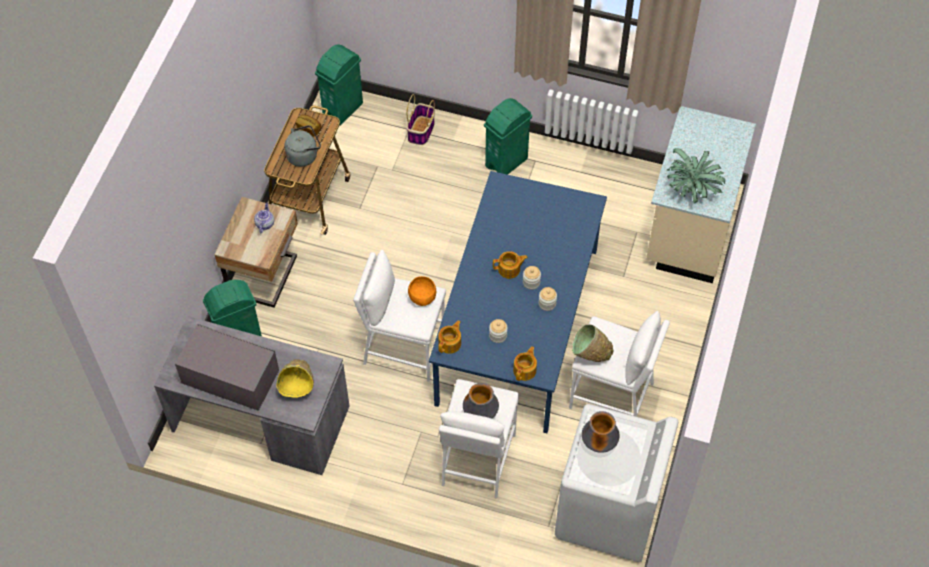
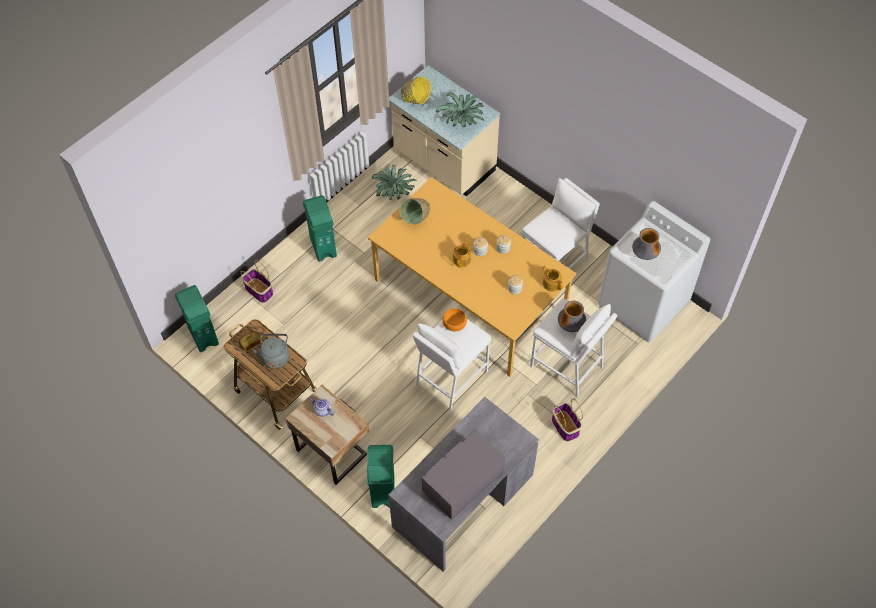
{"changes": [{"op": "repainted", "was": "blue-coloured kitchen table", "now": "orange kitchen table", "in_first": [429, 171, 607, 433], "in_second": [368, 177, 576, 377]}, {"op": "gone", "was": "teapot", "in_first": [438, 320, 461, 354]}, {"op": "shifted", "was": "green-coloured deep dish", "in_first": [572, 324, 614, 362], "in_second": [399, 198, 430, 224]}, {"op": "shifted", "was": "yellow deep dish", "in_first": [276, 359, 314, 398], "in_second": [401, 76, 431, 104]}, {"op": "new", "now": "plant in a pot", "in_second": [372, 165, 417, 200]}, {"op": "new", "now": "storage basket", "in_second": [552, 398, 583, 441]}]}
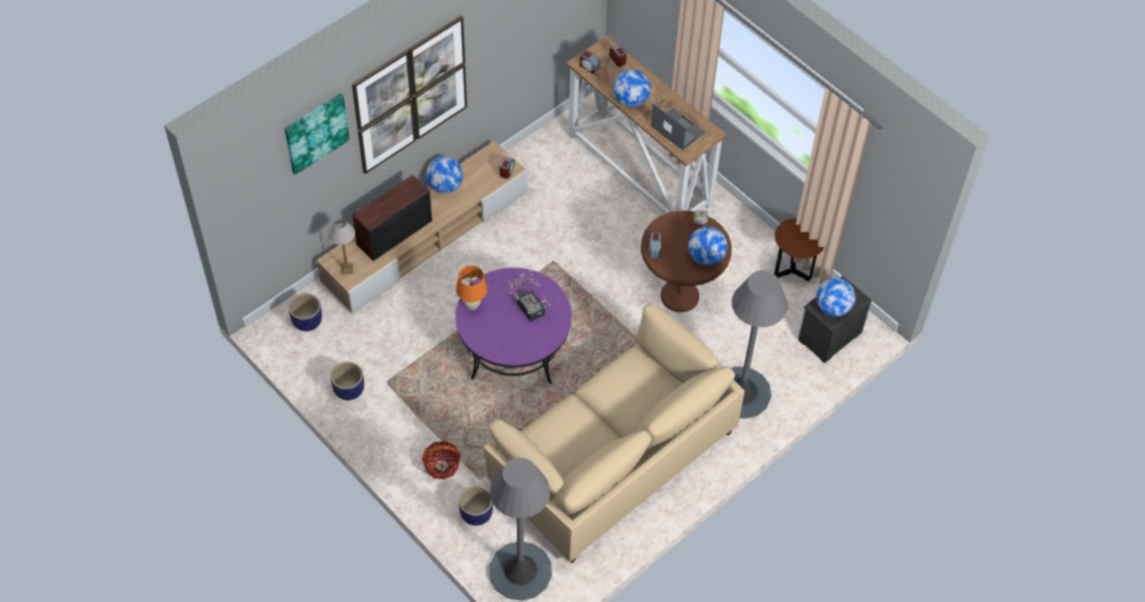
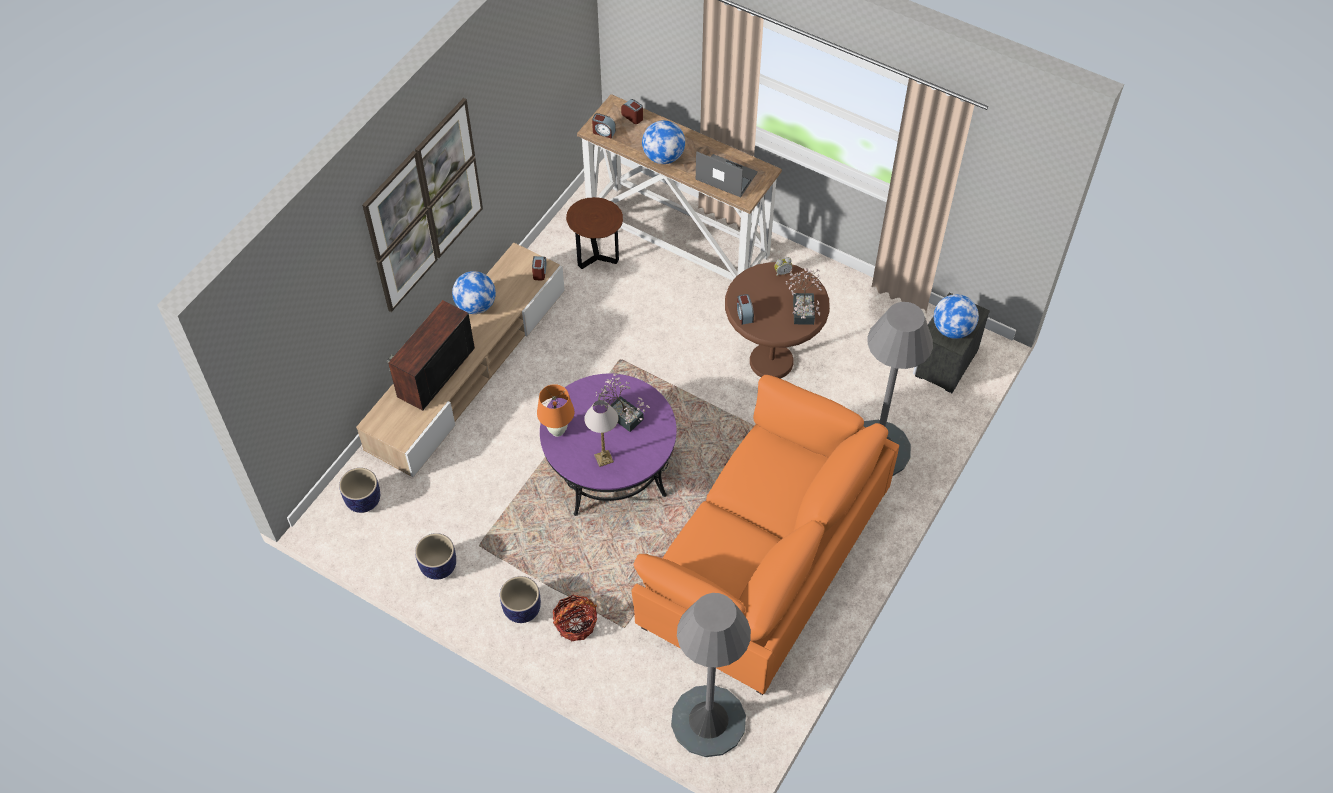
{"changes": [{"op": "gone", "was": "wall picture", "in_first": [285, 93, 350, 175]}, {"op": "shifted", "was": "table lamp", "in_first": [328, 218, 355, 274], "in_second": [584, 400, 618, 467]}, {"op": "shifted", "was": "brown-coloured end table", "in_first": [774, 218, 824, 281], "in_second": [566, 197, 623, 269]}, {"op": "swapped", "was": "desk globe", "now": "plant in a pot", "in_first": [688, 226, 727, 266], "in_second": [786, 268, 822, 325]}, {"op": "repainted", "was": "beige settee", "now": "orange settee", "in_first": [483, 303, 745, 564], "in_second": [631, 375, 899, 695]}, {"op": "shifted", "was": "planter", "in_first": [459, 485, 493, 526], "in_second": [500, 576, 541, 623]}]}
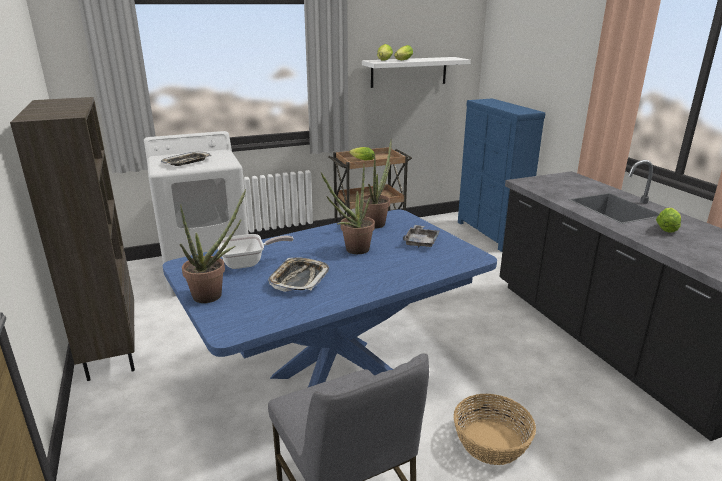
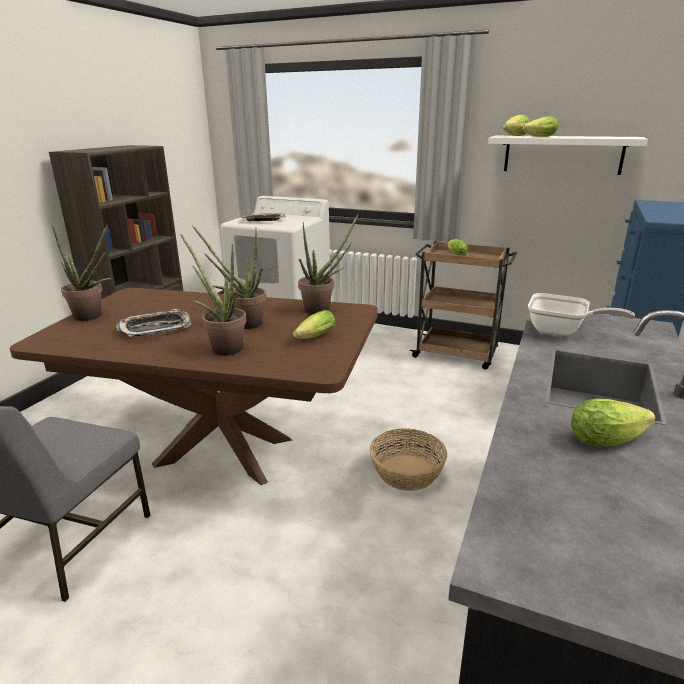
{"changes": [{"op": "repainted", "was": "blue-coloured kitchen table", "now": "brown-coloured kitchen table", "in_first": [162, 210, 497, 387], "in_second": [9, 288, 378, 485]}, {"op": "swapped", "was": "gray carrying tray", "now": "lettuce head", "in_first": [403, 225, 440, 247], "in_second": [293, 310, 335, 339]}, {"op": "shifted", "was": "frying pan", "in_first": [218, 234, 294, 269], "in_second": [528, 293, 635, 336]}, {"op": "shifted", "was": "storage basket", "in_first": [454, 394, 536, 465], "in_second": [370, 429, 447, 491]}, {"op": "new", "now": "plant in a pot", "in_second": [180, 234, 247, 356]}]}
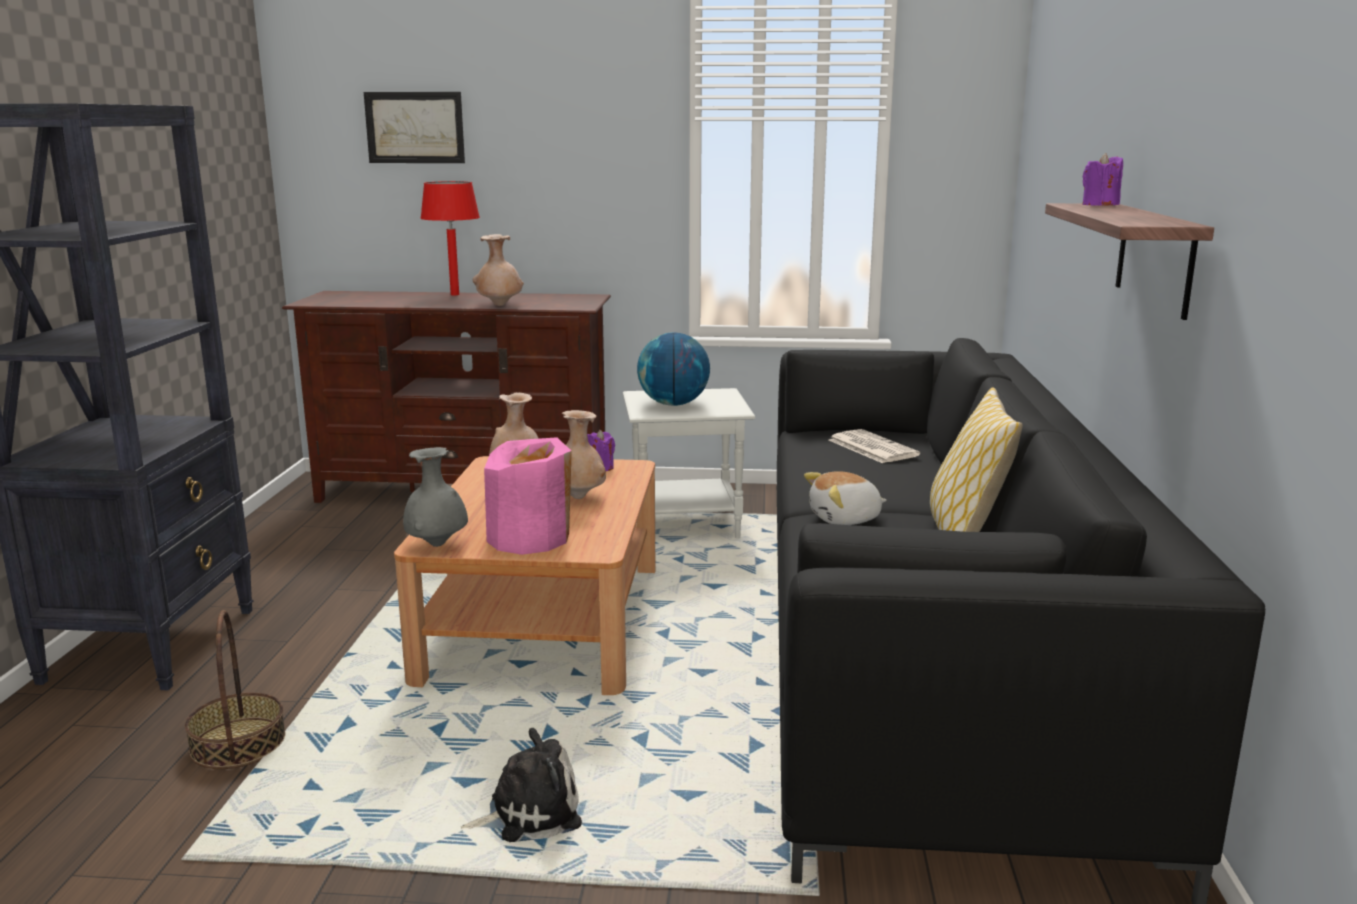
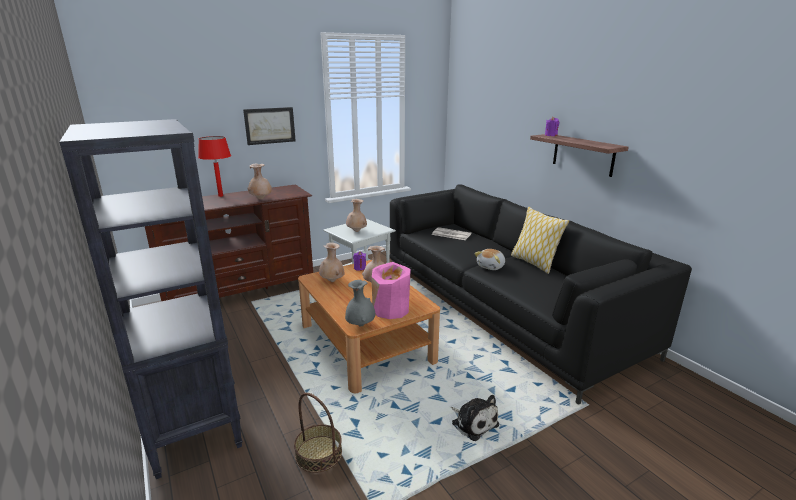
{"changes": [{"op": "shifted", "was": "wall picture", "in_first": [364, 92, 465, 163], "in_second": [243, 107, 296, 145]}, {"op": "swapped", "was": "desk globe", "now": "beige flower vase", "in_first": [637, 333, 710, 406], "in_second": [346, 199, 367, 232]}, {"op": "rotated", "was": "soft toy", "in_first": [461, 728, 582, 842], "in_second": [451, 395, 499, 441], "clockwise": 105}]}
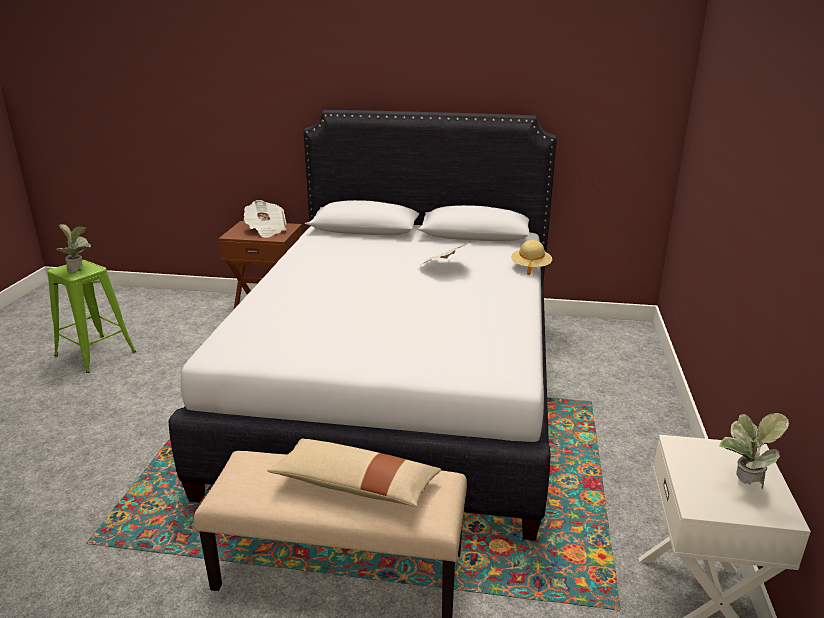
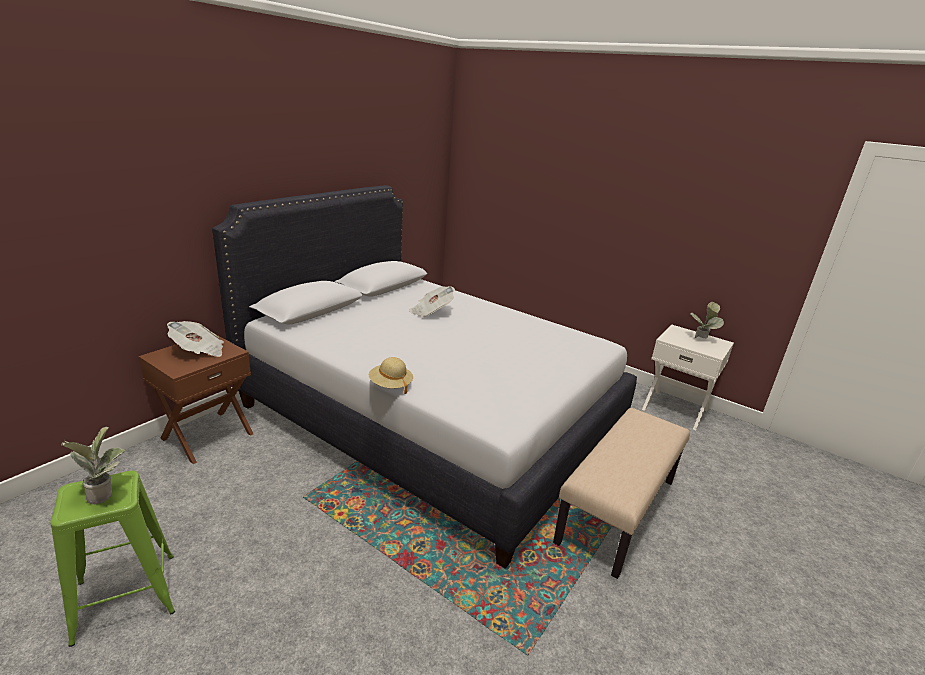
{"changes": [{"op": "shifted", "was": "beige hat", "in_first": [511, 240, 552, 275], "in_second": [369, 357, 413, 394]}, {"op": "gone", "was": "beige cushion", "in_first": [267, 439, 441, 507]}]}
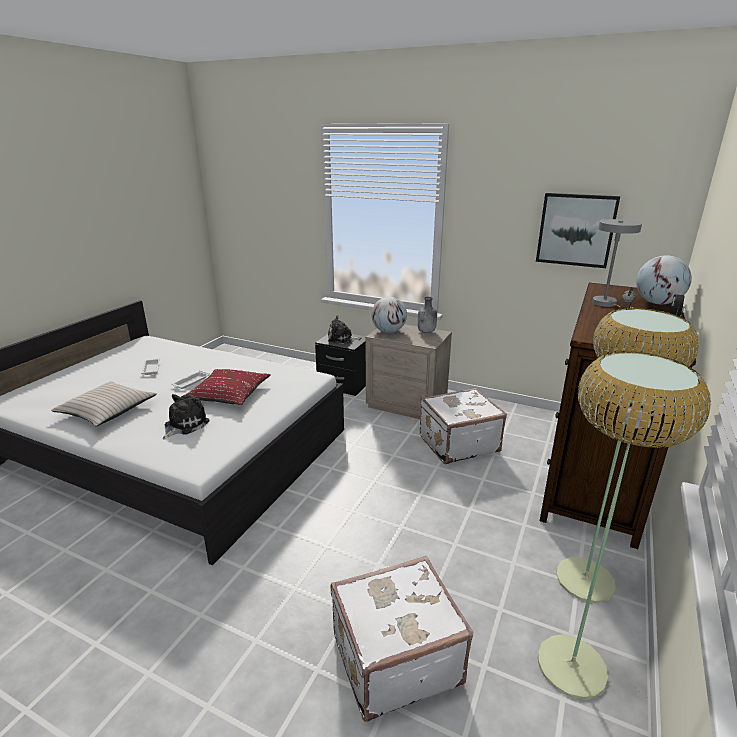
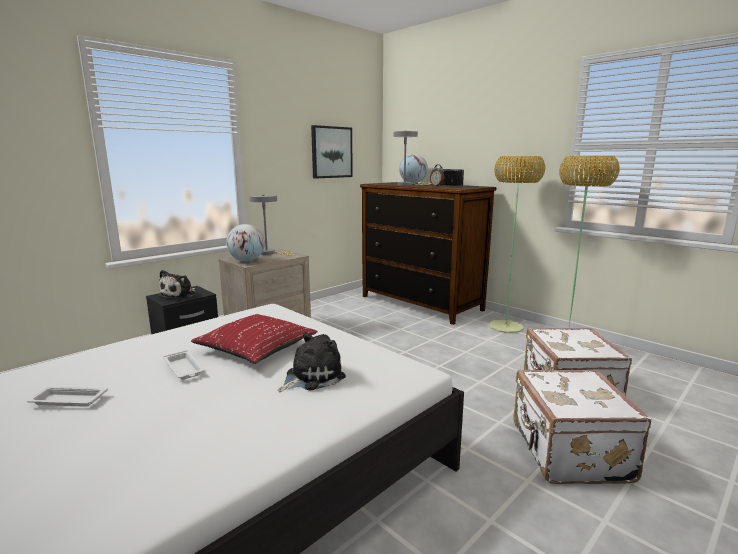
{"changes": [{"op": "swapped", "was": "gray drink bottle", "now": "gray table lamp", "in_first": [418, 297, 437, 333], "in_second": [249, 195, 293, 255]}, {"op": "gone", "was": "beige cushion", "in_first": [51, 381, 157, 426]}, {"op": "shifted", "was": "whitish suitcase", "in_first": [420, 388, 507, 464], "in_second": [513, 370, 651, 484]}, {"op": "rotated", "was": "soft toy", "in_first": [163, 394, 210, 440], "in_second": [278, 332, 346, 392], "clockwise": 90}]}
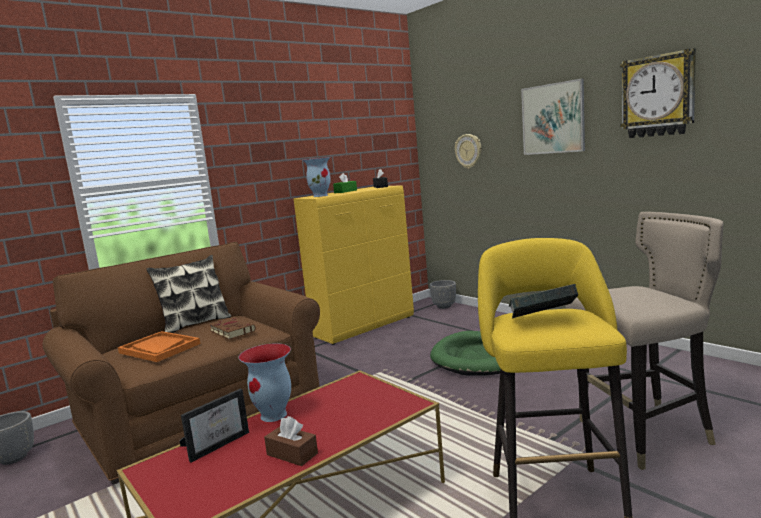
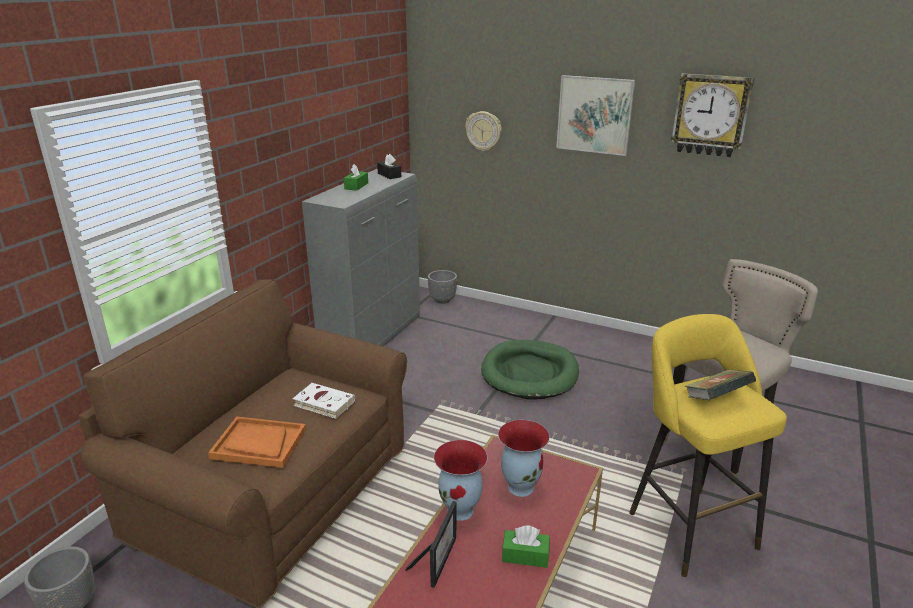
{"changes": [{"op": "shifted", "was": "flower vase", "in_first": [302, 157, 331, 197], "in_second": [498, 420, 550, 497]}, {"op": "repainted", "was": "yellow storage cabinet", "now": "gray storage cabinet", "in_first": [294, 186, 414, 345], "in_second": [302, 169, 420, 346]}, {"op": "gone", "was": "cushion", "in_first": [146, 255, 231, 333]}, {"op": "repainted", "was": "brown-coloured book", "now": "whitish book", "in_first": [209, 317, 256, 339], "in_second": [293, 383, 355, 419]}, {"op": "repainted", "was": "brown-coloured tissue box", "now": "green-coloured tissue box", "in_first": [264, 416, 318, 466], "in_second": [502, 525, 550, 568]}]}
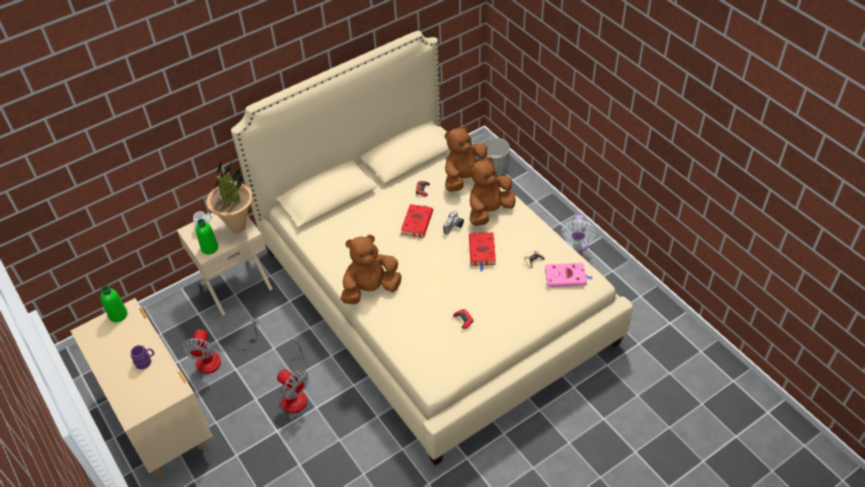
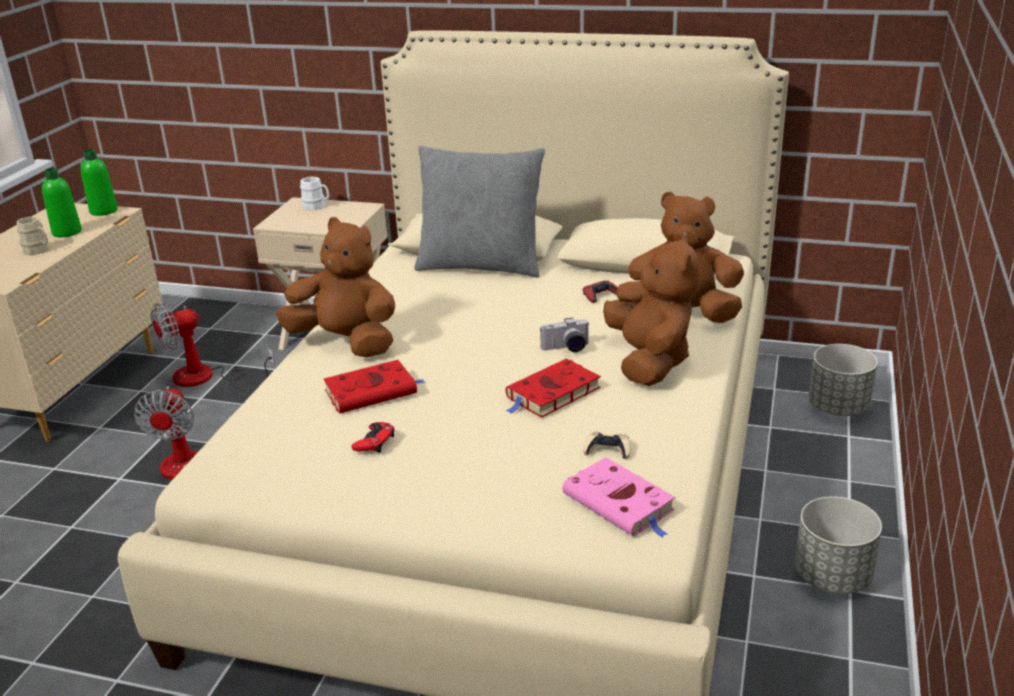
{"changes": [{"op": "rotated", "was": "brown-coloured soft toy", "in_first": [469, 157, 516, 226], "in_second": [603, 234, 700, 386], "clockwise": 75}, {"op": "gone", "was": "plant in a pot", "in_first": [206, 160, 253, 233]}, {"op": "shifted", "was": "red book", "in_first": [401, 204, 433, 238], "in_second": [323, 360, 425, 413]}, {"op": "swapped", "was": "whitish fan", "now": "gray planter", "in_first": [562, 215, 595, 252], "in_second": [795, 496, 882, 594]}, {"op": "shifted", "was": "green-coloured drink bottle", "in_first": [196, 219, 218, 255], "in_second": [42, 168, 82, 237]}, {"op": "repainted", "was": "purple-coloured mug", "now": "beige mug", "in_first": [131, 345, 154, 369], "in_second": [16, 216, 49, 255]}, {"op": "new", "now": "gray cushion", "in_second": [414, 146, 545, 278]}]}
